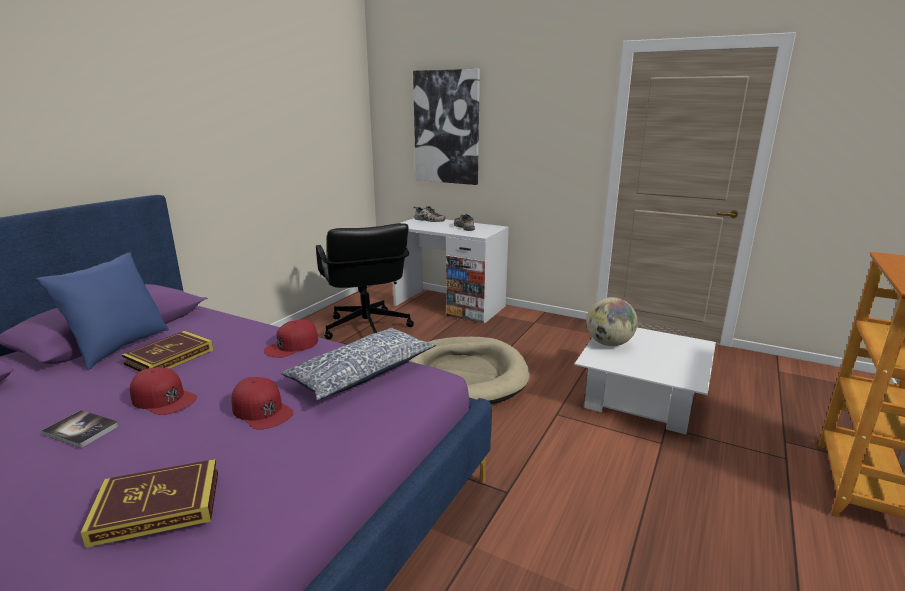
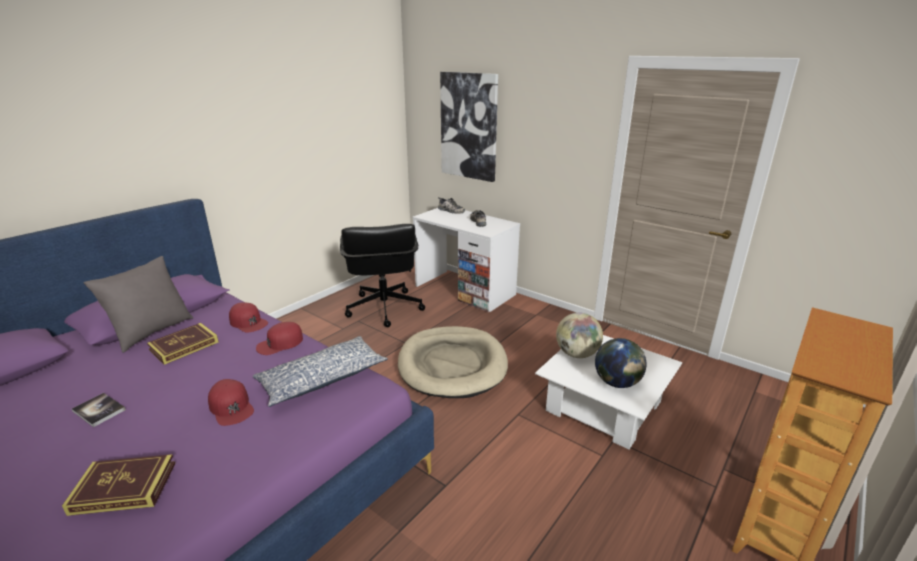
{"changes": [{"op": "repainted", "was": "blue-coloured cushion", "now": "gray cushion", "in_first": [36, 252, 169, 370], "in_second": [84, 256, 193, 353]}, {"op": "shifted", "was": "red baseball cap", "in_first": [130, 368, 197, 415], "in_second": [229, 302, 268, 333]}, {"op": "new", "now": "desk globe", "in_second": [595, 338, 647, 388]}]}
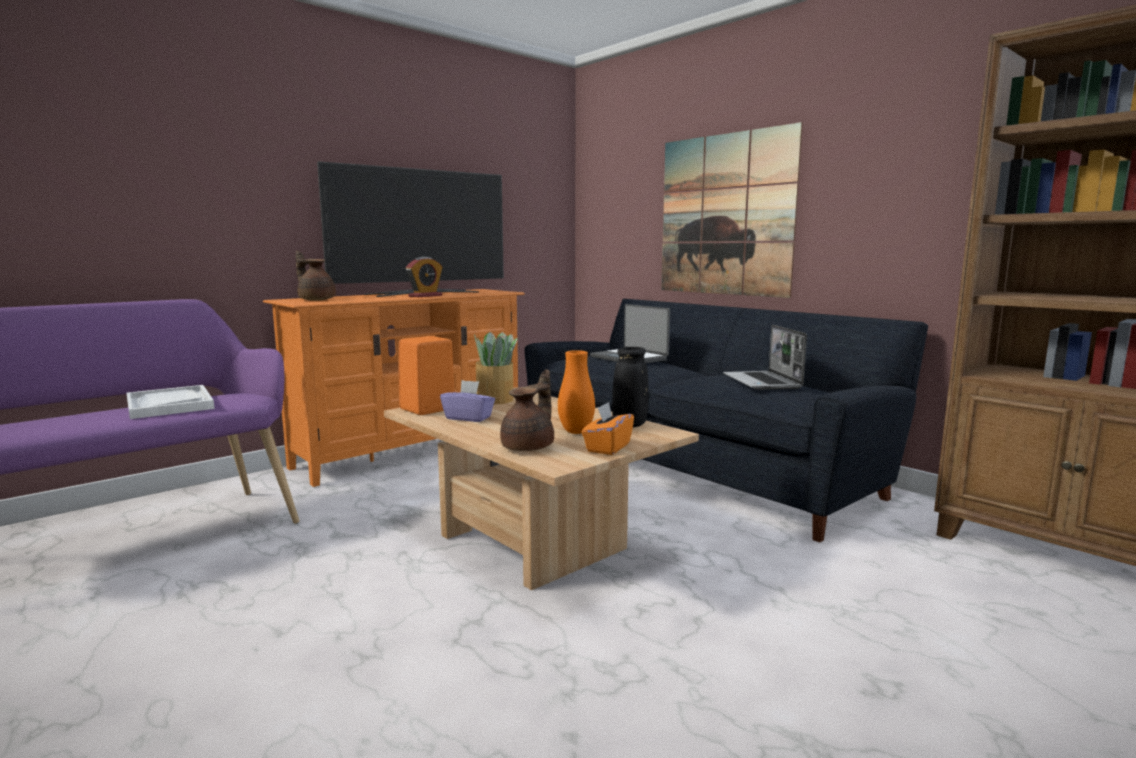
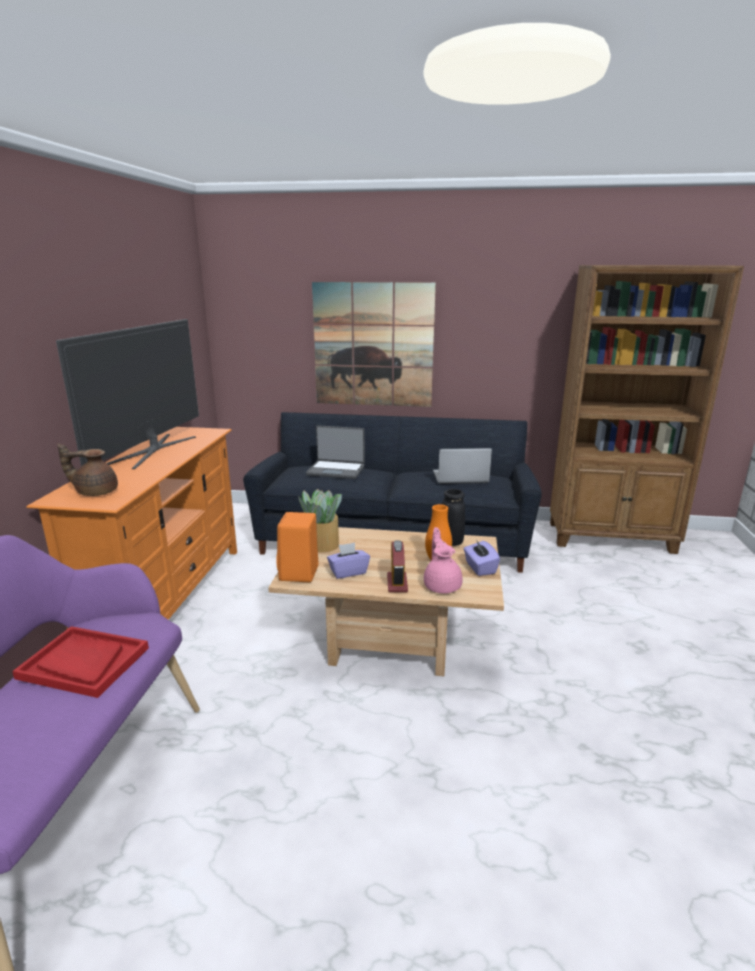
{"changes": [{"op": "shifted", "was": "bedside clock", "in_first": [406, 257, 442, 297], "in_second": [387, 540, 408, 592]}, {"op": "rotated", "was": "portable computer", "in_first": [723, 325, 807, 390], "in_second": [433, 448, 492, 484], "clockwise": 135}, {"op": "repainted", "was": "brown-coloured teapot", "now": "pink-coloured teapot", "in_first": [500, 369, 554, 451], "in_second": [424, 527, 463, 594]}, {"op": "repainted", "was": "whitish carrying tray", "now": "red carrying tray", "in_first": [127, 385, 215, 419], "in_second": [12, 626, 149, 698]}, {"op": "repainted", "was": "orange tissue box", "now": "purple-coloured tissue box", "in_first": [582, 402, 634, 455], "in_second": [464, 540, 500, 576]}]}
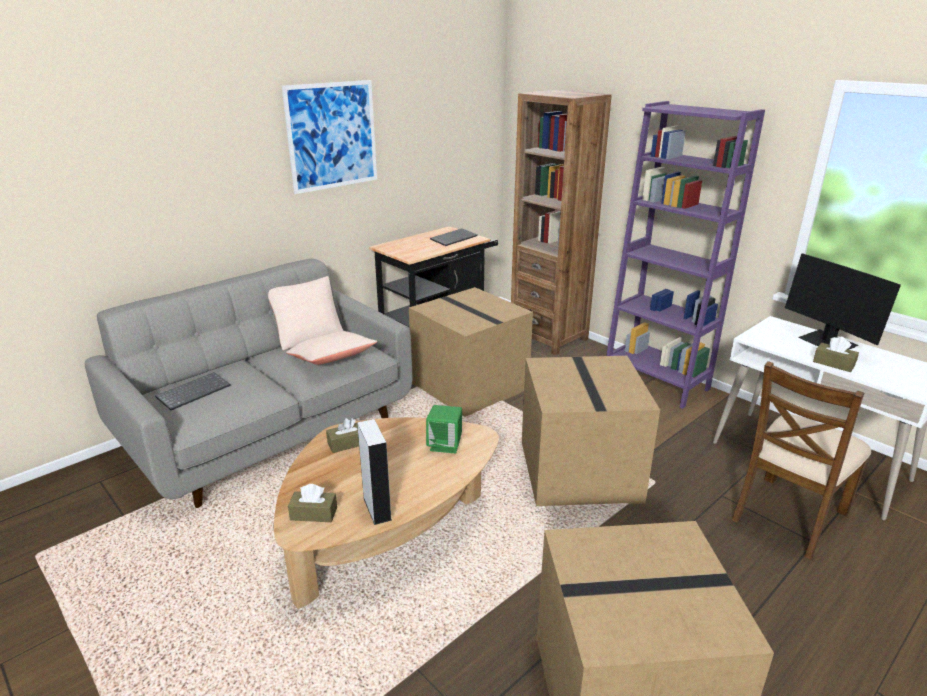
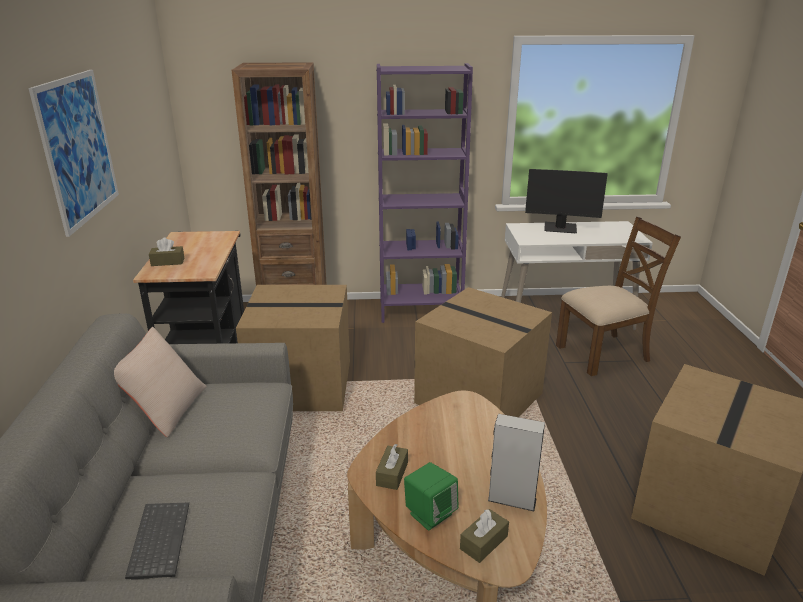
{"changes": [{"op": "gone", "was": "keyboard", "in_first": [430, 228, 478, 246]}, {"op": "gone", "was": "beige cushion", "in_first": [286, 331, 377, 365]}, {"op": "shifted", "was": "brown-coloured tissue box", "in_first": [813, 337, 859, 372], "in_second": [149, 238, 184, 266]}, {"op": "rotated", "was": "brown-coloured plain chair", "in_first": [732, 361, 871, 560], "in_second": [556, 216, 681, 376], "clockwise": -105}, {"op": "shifted", "was": "green-coloured audio speaker", "in_first": [426, 405, 462, 453], "in_second": [404, 462, 459, 531]}]}
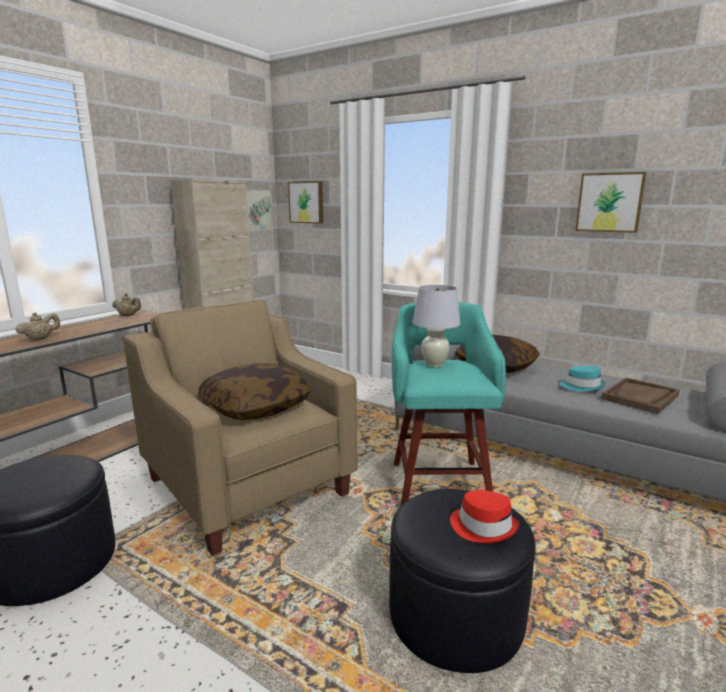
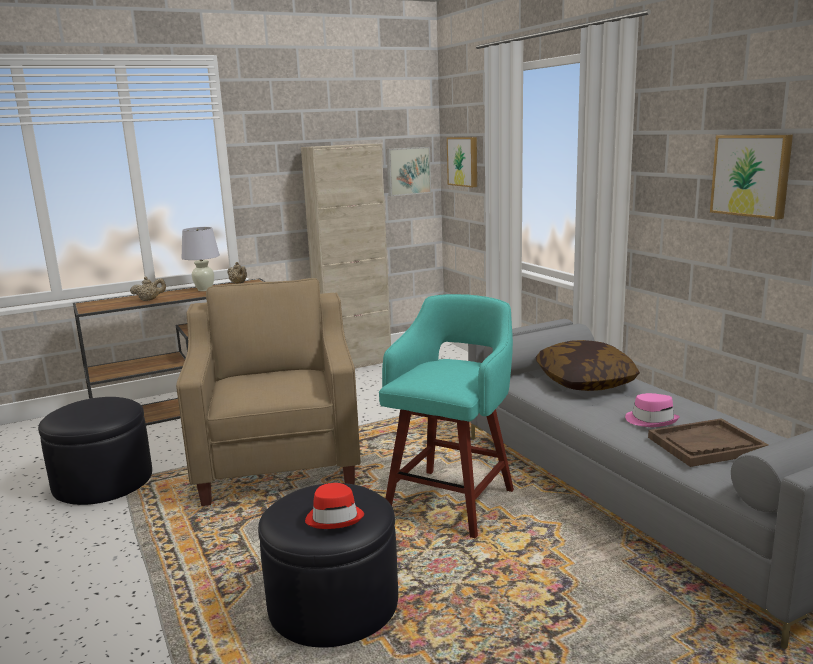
{"changes": [{"op": "shifted", "was": "whitish table lamp", "in_first": [412, 285, 461, 367], "in_second": [181, 227, 220, 291]}, {"op": "gone", "was": "cushion", "in_first": [198, 363, 312, 420]}, {"op": "repainted", "was": "turquoise-coloured hat", "now": "pink-coloured hat", "in_first": [560, 366, 606, 392], "in_second": [625, 393, 680, 427]}]}
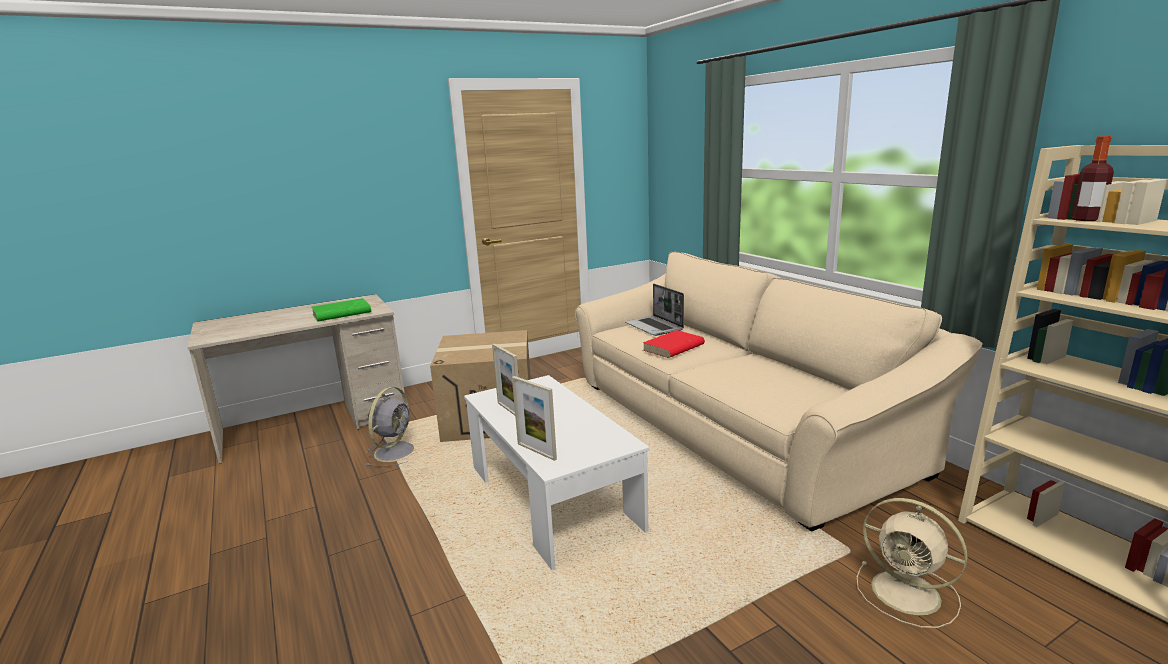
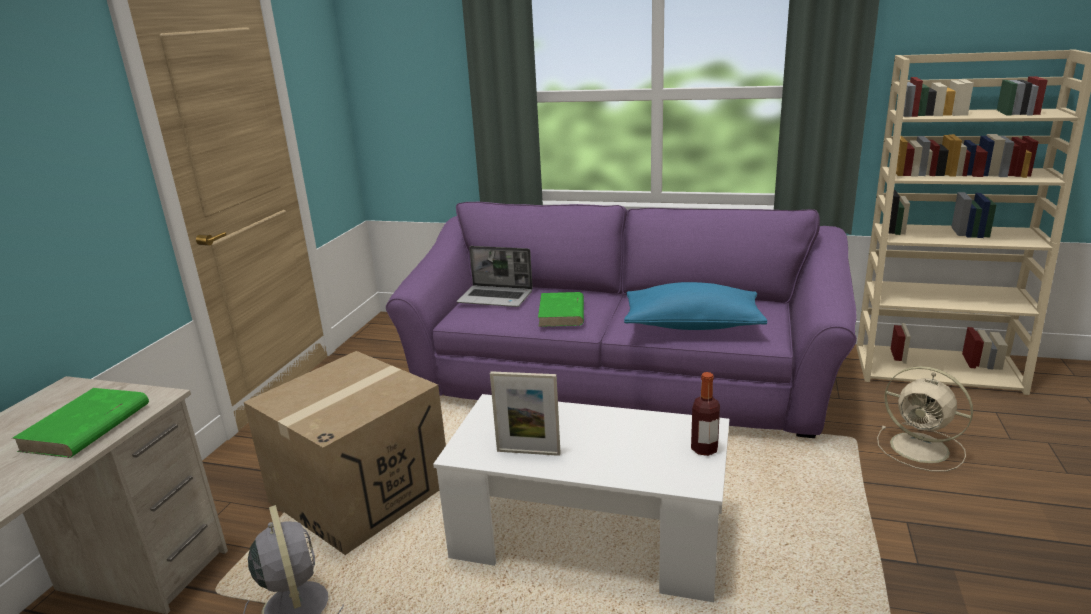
{"changes": [{"op": "shifted", "was": "drink bottle", "in_first": [1071, 136, 1114, 221], "in_second": [691, 372, 720, 456]}, {"op": "repainted", "was": "beige settee", "now": "purple-coloured settee", "in_first": [575, 252, 983, 531], "in_second": [386, 201, 857, 438]}, {"op": "repainted", "was": "red book", "now": "green-coloured book", "in_first": [643, 330, 705, 358], "in_second": [538, 292, 584, 327]}, {"op": "gone", "was": "standing frame", "in_first": [512, 376, 557, 461]}, {"op": "rotated", "was": "beige fan", "in_first": [857, 498, 968, 628], "in_second": [877, 366, 973, 472], "clockwise": 45}, {"op": "new", "now": "blue-coloured cushion", "in_second": [624, 282, 767, 330]}]}
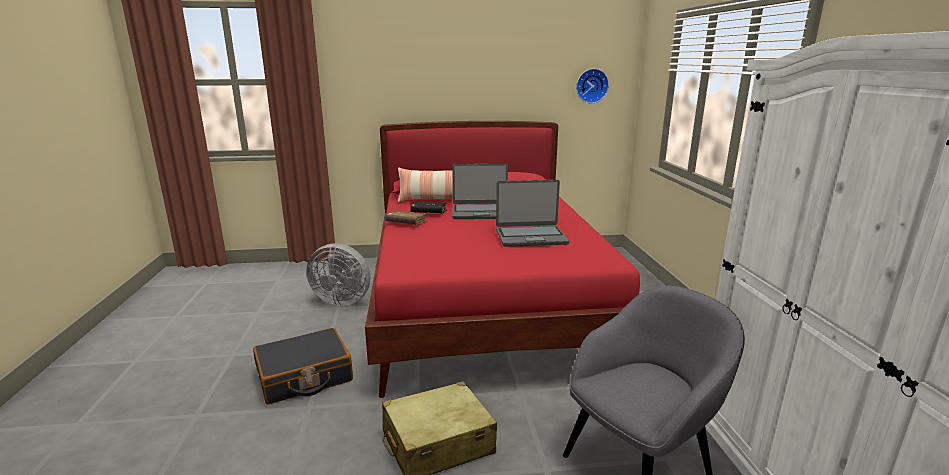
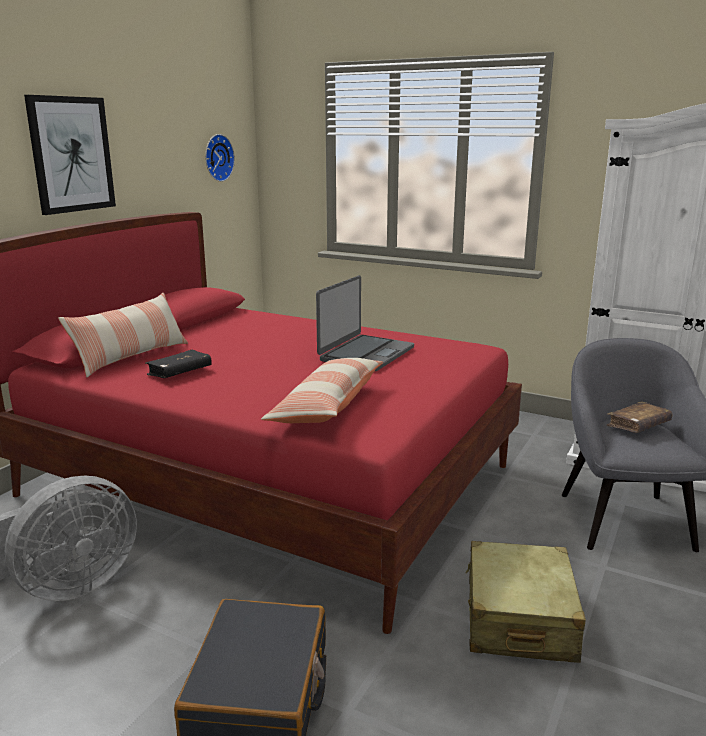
{"changes": [{"op": "gone", "was": "portable computer", "in_first": [452, 163, 508, 219]}, {"op": "shifted", "was": "brown-coloured book", "in_first": [385, 210, 427, 225], "in_second": [607, 401, 672, 433]}, {"op": "new", "now": "wall picture", "in_second": [24, 95, 116, 215]}, {"op": "new", "now": "cushion", "in_second": [261, 358, 383, 423]}]}
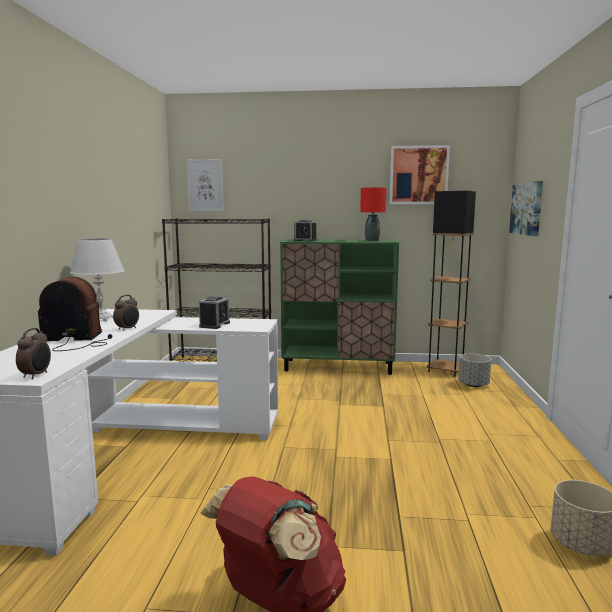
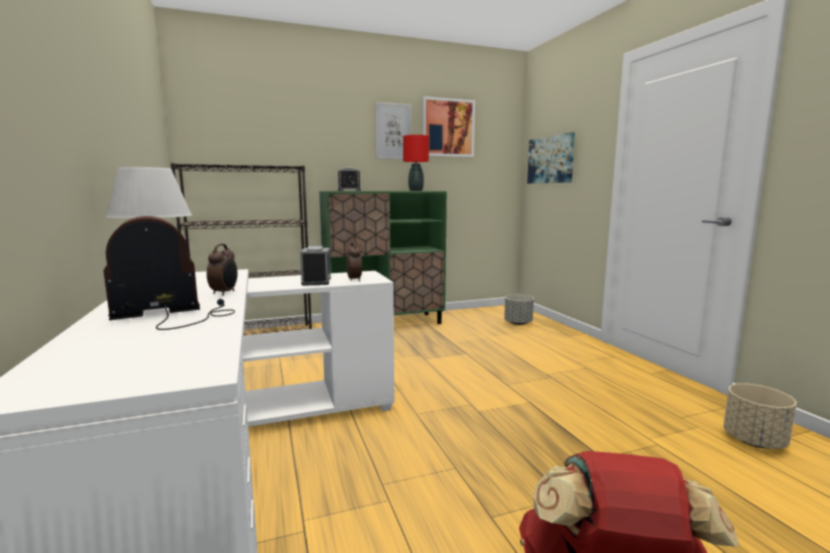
{"changes": [{"op": "shifted", "was": "wall picture", "in_first": [187, 159, 224, 212], "in_second": [375, 102, 412, 160]}, {"op": "gone", "was": "black standing lamp", "in_first": [426, 191, 476, 377]}, {"op": "shifted", "was": "bedside clock", "in_first": [16, 328, 51, 379], "in_second": [346, 242, 362, 281]}]}
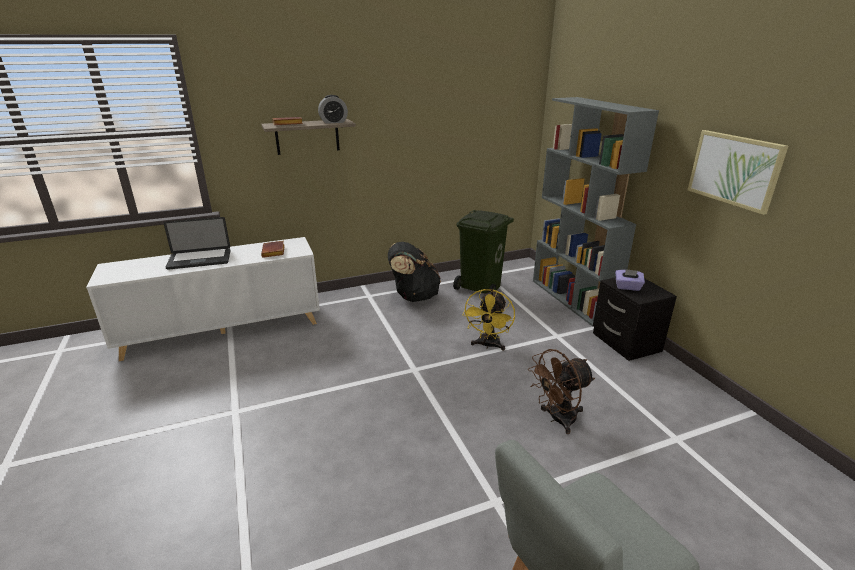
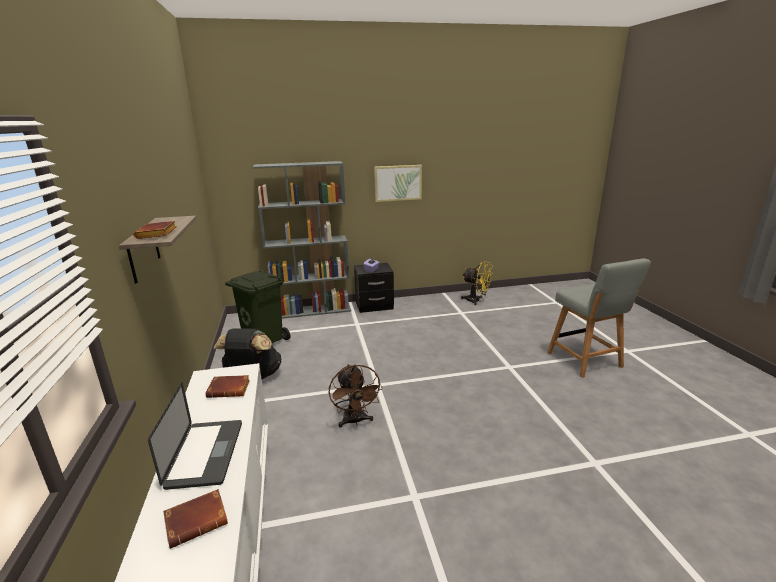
{"changes": [{"op": "gone", "was": "bedside clock", "in_first": [318, 95, 348, 124]}, {"op": "shifted", "was": "yellow fan", "in_first": [463, 289, 515, 351], "in_second": [461, 261, 493, 305]}, {"op": "shifted", "was": "brown-coloured fan", "in_first": [528, 349, 595, 434], "in_second": [329, 364, 383, 427]}, {"op": "new", "now": "brown-coloured book", "in_second": [163, 489, 228, 549]}]}
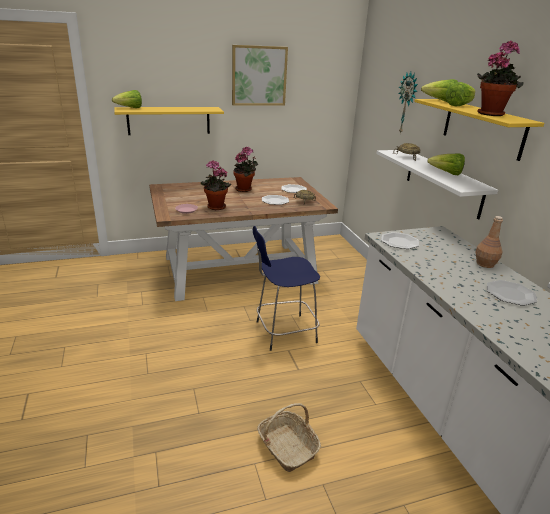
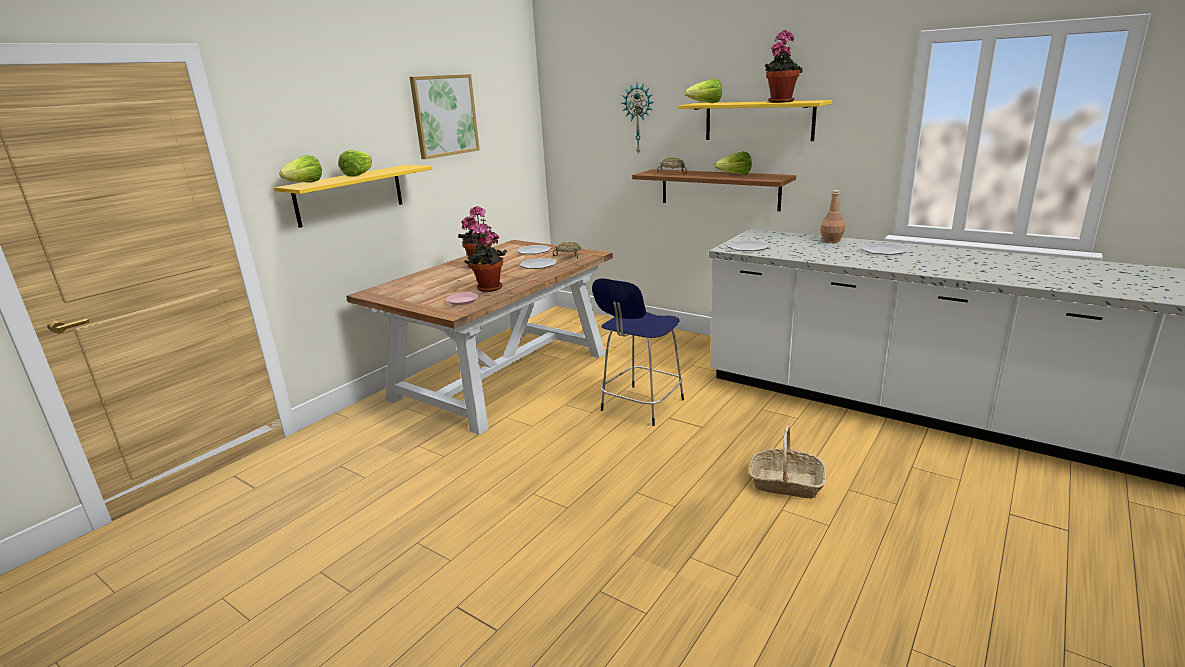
{"changes": [{"op": "shifted", "was": "lettuce head", "in_first": [446, 82, 475, 106], "in_second": [338, 150, 372, 177]}, {"op": "repainted", "was": "whitish bracket shelf", "now": "brown-coloured bracket shelf", "in_first": [376, 150, 498, 219], "in_second": [632, 169, 796, 211]}]}
